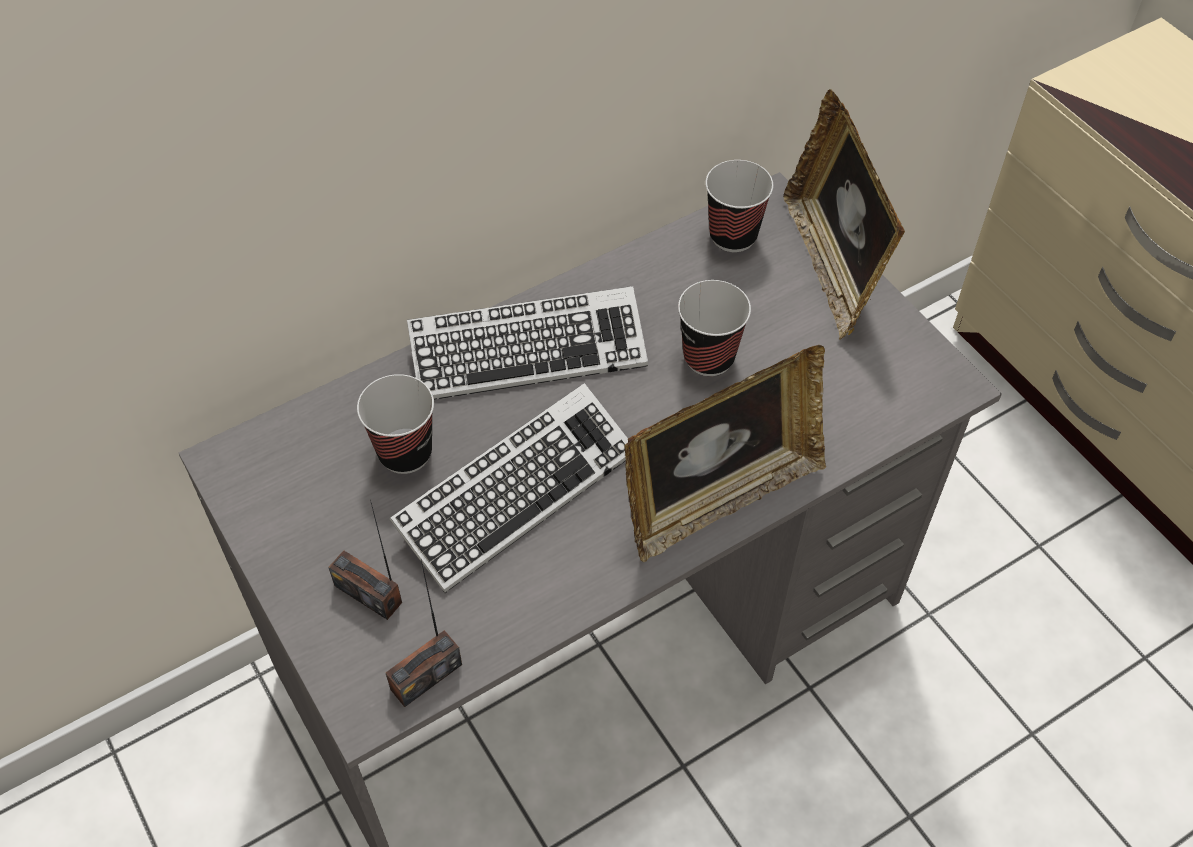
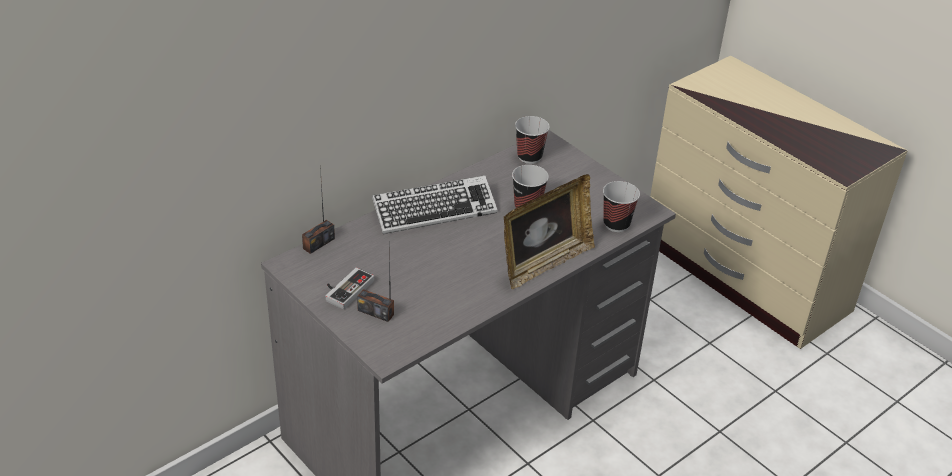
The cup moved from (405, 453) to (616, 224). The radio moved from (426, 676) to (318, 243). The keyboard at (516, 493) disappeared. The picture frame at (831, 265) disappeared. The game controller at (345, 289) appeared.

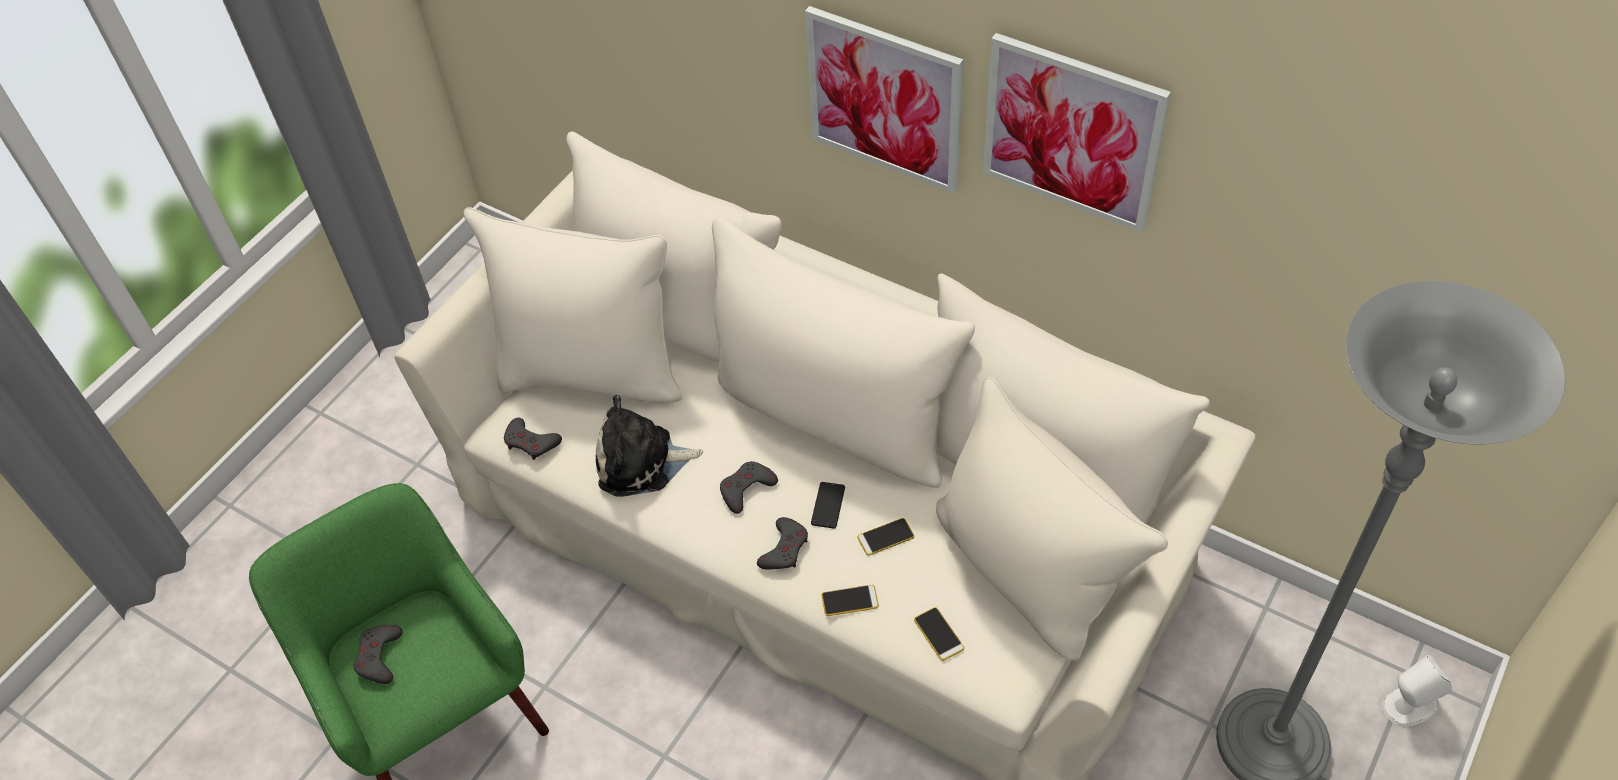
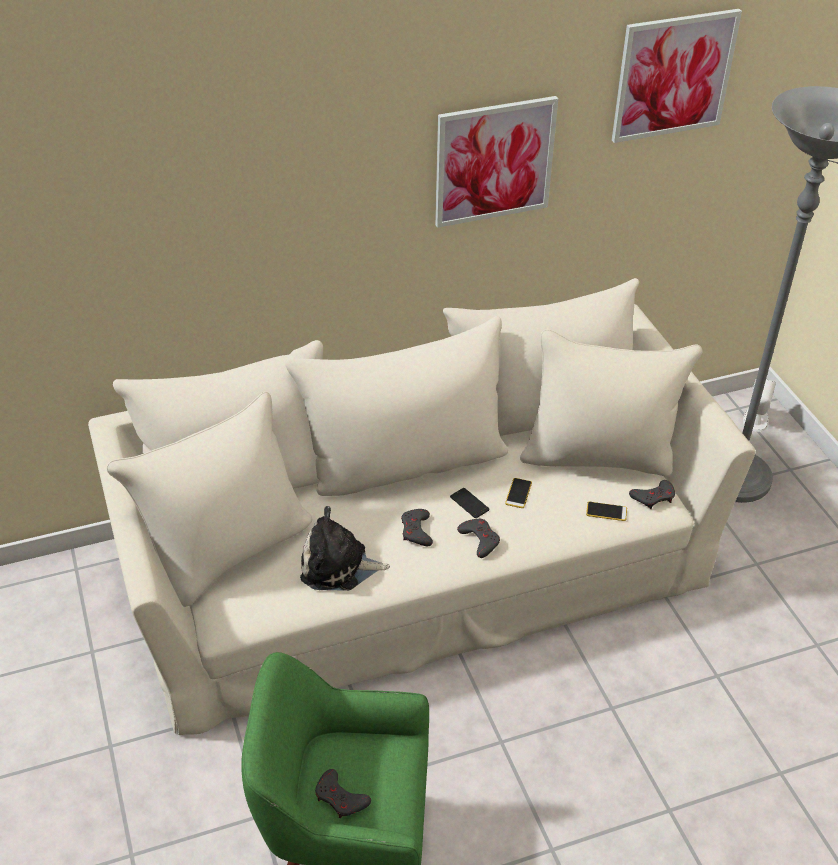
The game controller (grey) moved from (531, 442) to (653, 497). The plush toy at (641, 462) turned 60 degrees clockwise. The picture moved from (885, 99) to (673, 75). The phone at (849, 601) disappeared.

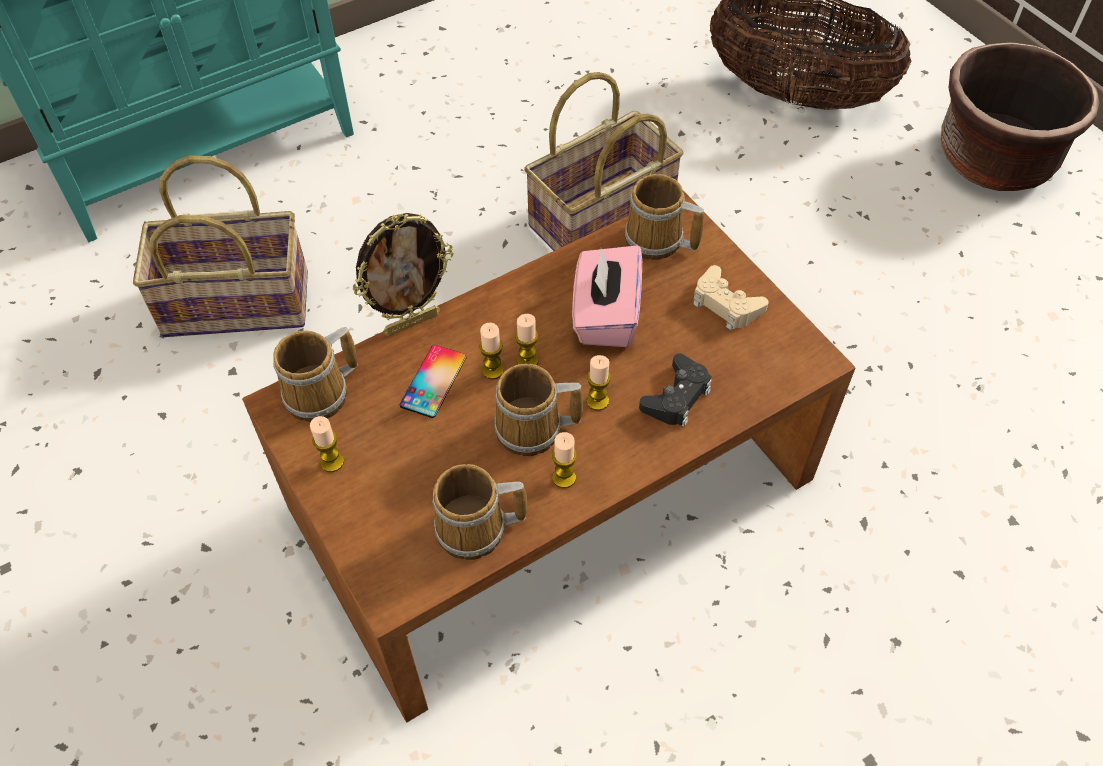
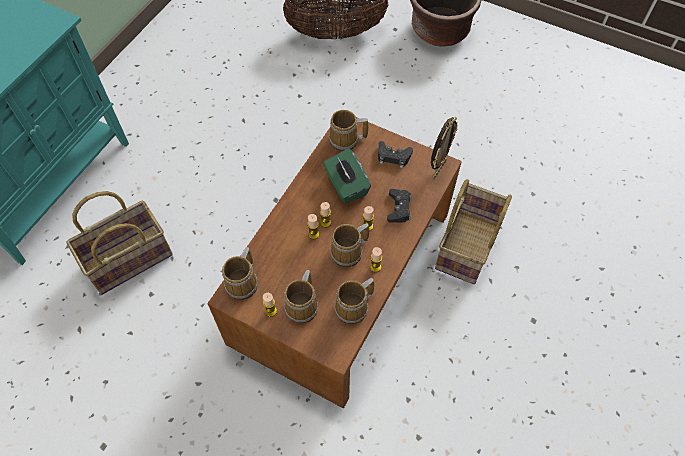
The picture frame moved from (411, 322) to (438, 169). The phone at (433, 381) disappeared. The basket moved from (602, 219) to (468, 246). The tissue box (pink) at (605, 316) became the tissue box (green) at (346, 186). The game controller (beige) at (726, 304) became the game controller (black) at (393, 157). The mug at (303, 306) appeared.

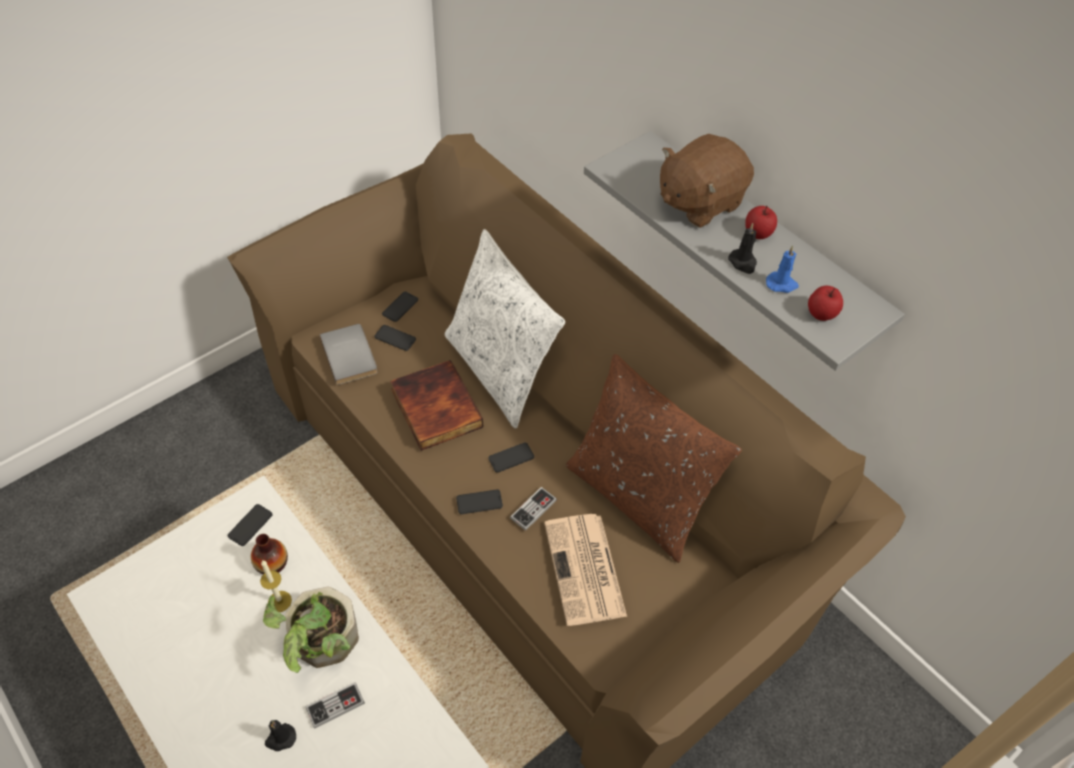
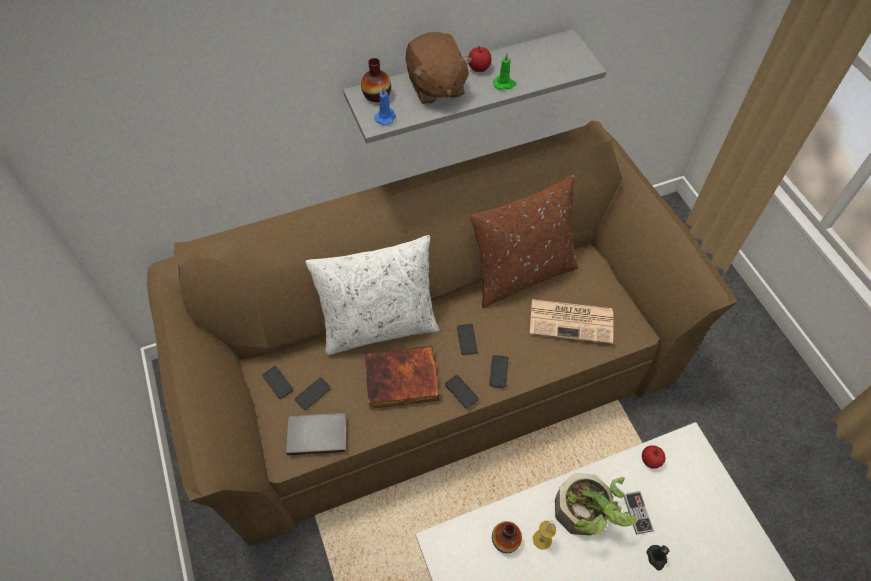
The phone moved from (250, 525) to (461, 391). The game controller at (533, 509) disappeared. The candle (black) at (743, 263) became the candle (green) at (504, 84). The candle (blue) moved from (782, 284) to (385, 117). The apple moved from (821, 313) to (650, 460). The vase at (377, 95) appeared.

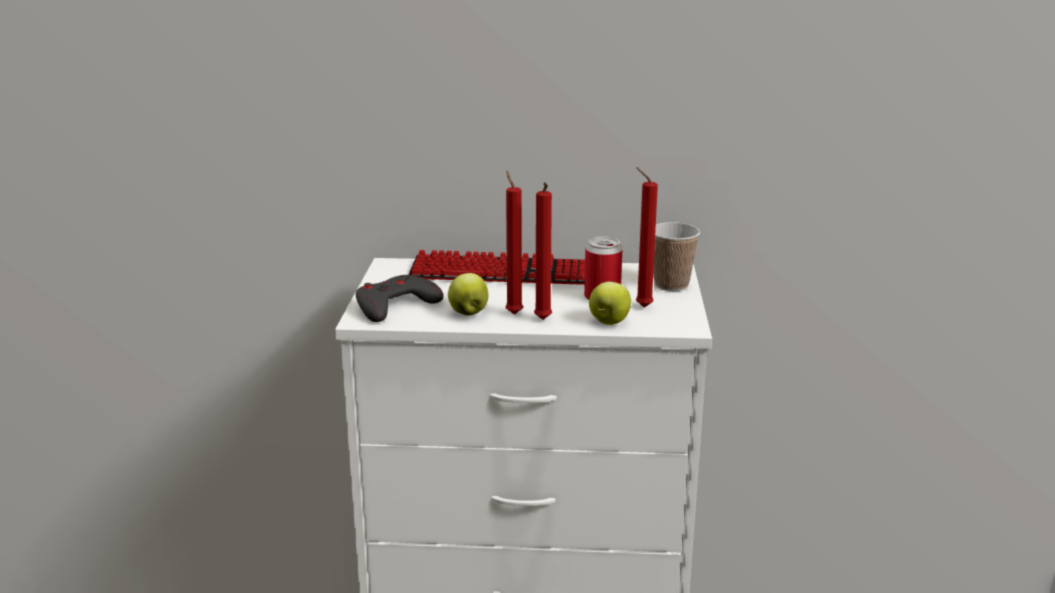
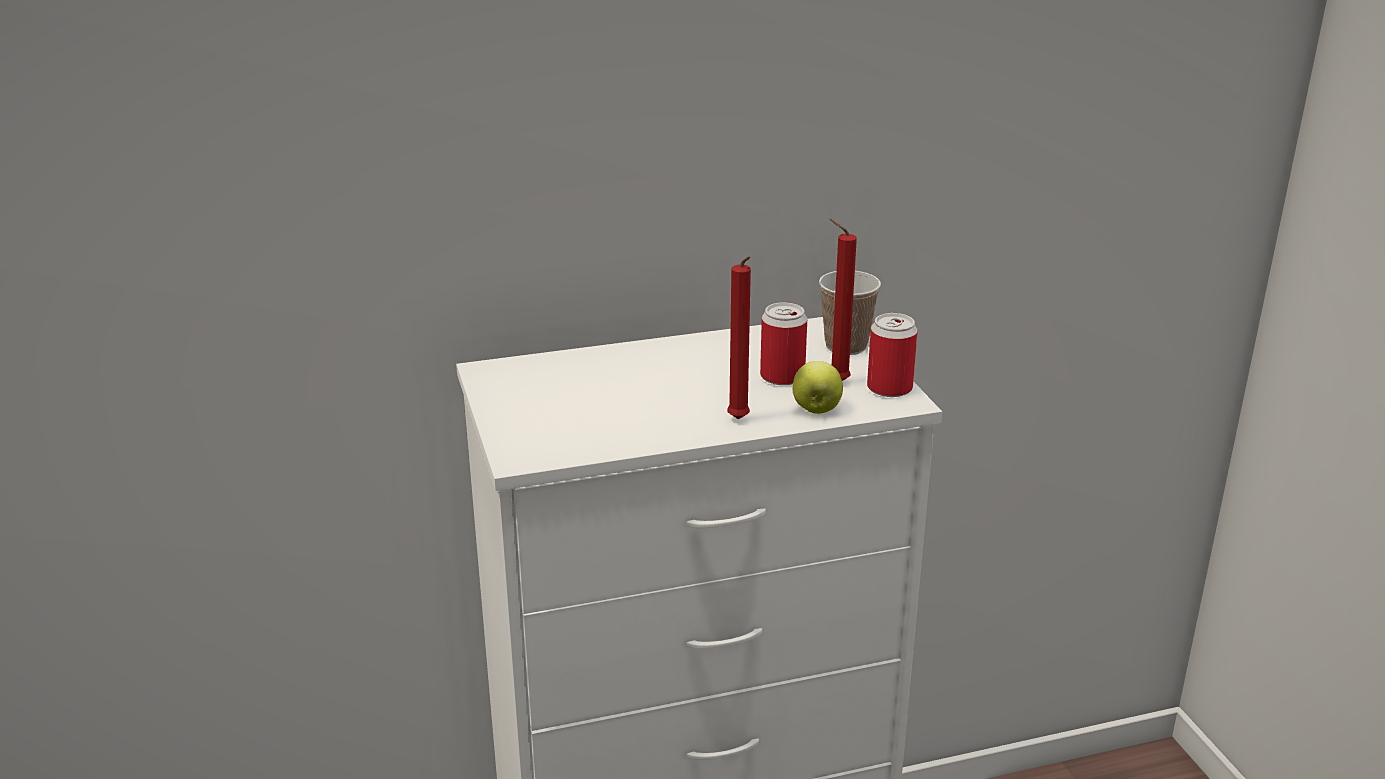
The game controller (grey) at (395, 306) disappeared. The keyboard at (499, 273) disappeared. The apple at (468, 313) disappeared. The candle (red) at (513, 313) disappeared. The can at (889, 388) appeared.

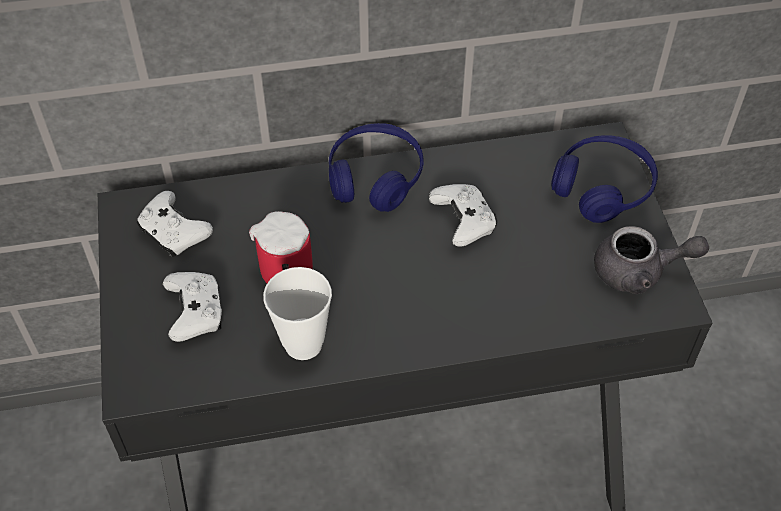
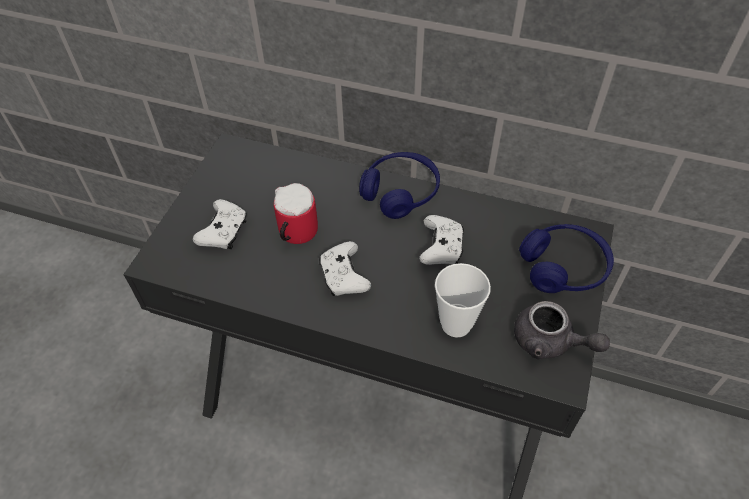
The game controller (white) moved from (174, 233) to (344, 276). The cup moved from (303, 344) to (456, 324).

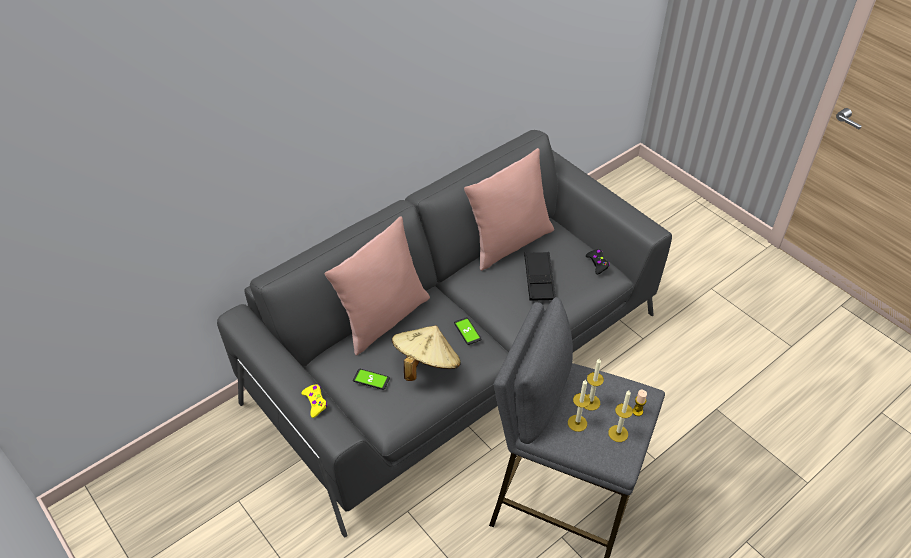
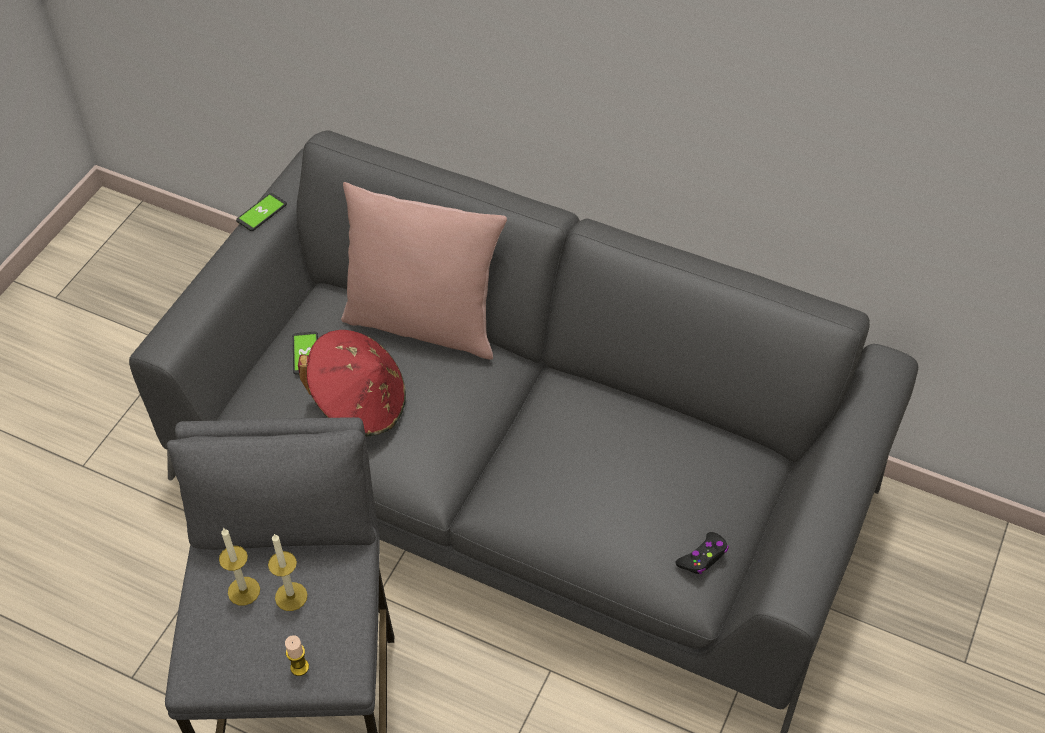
The game controller (yellow) at (315, 402) disappeared. The hat (beige) at (426, 365) became the hat (red) at (359, 403). The phone moved from (467, 331) to (261, 213). The pillow (pink) at (508, 243) disappeared. The tray (black) at (539, 279) disappeared. The candle at (618, 433) disappeared.

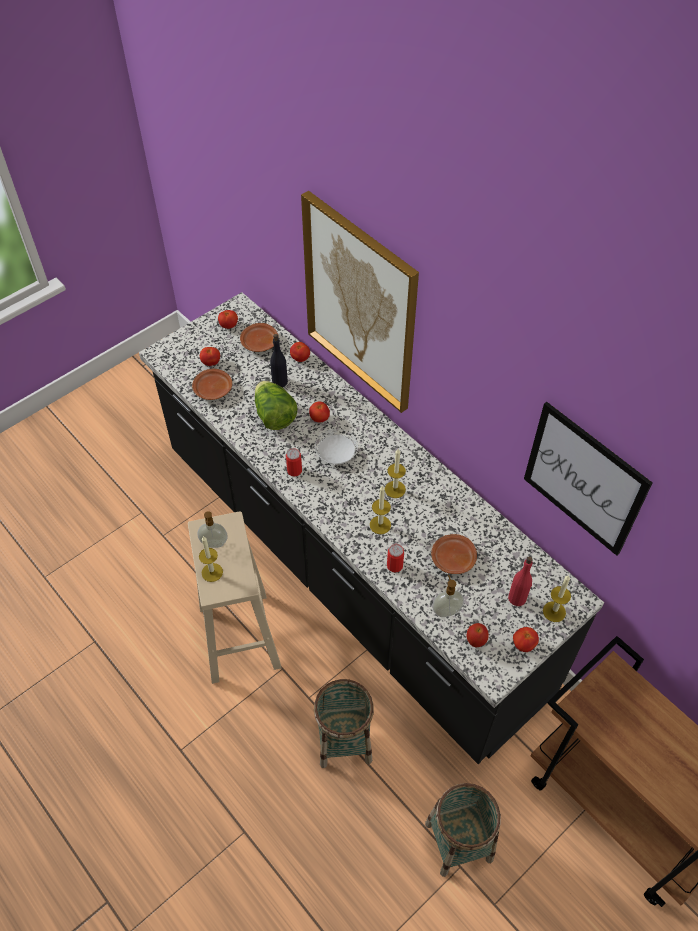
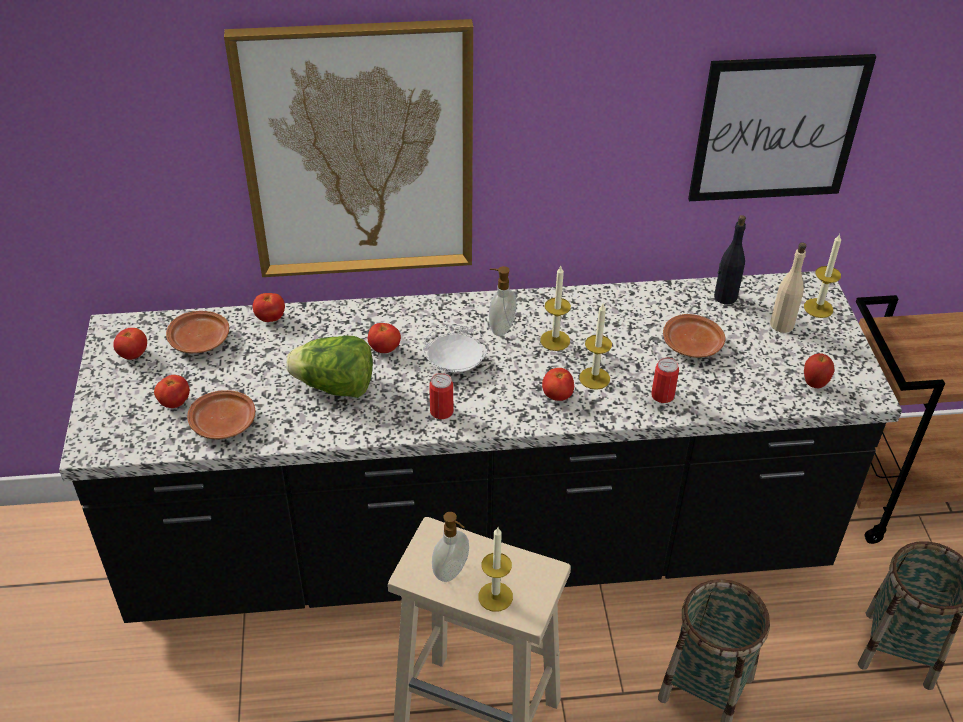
The bottle (black) moved from (279, 382) to (725, 297). The soap dispenser moved from (446, 610) to (500, 327). The bottle (red) at (517, 598) became the bottle (beige) at (782, 324). The tomato moved from (523, 644) to (557, 395).

